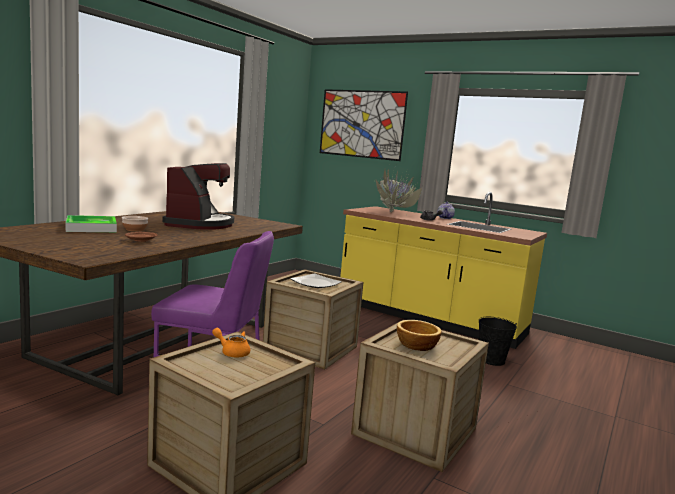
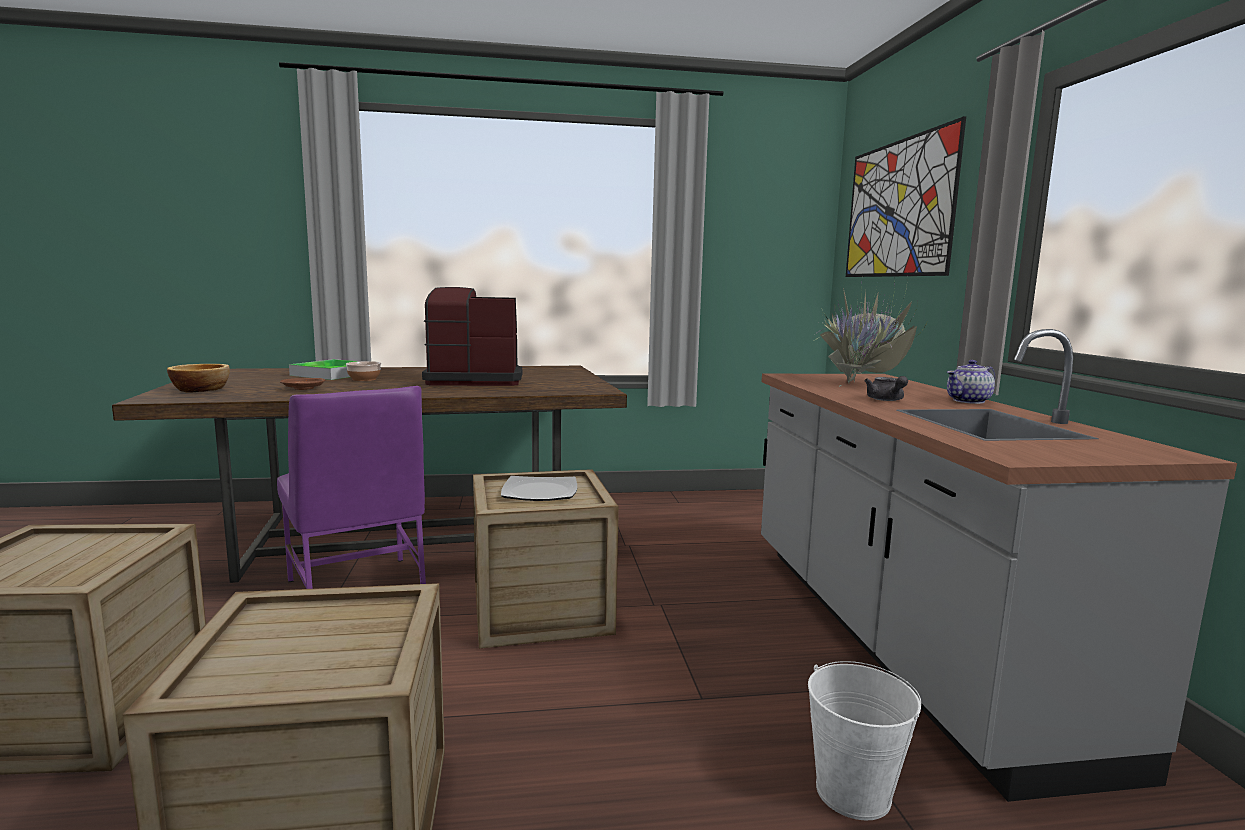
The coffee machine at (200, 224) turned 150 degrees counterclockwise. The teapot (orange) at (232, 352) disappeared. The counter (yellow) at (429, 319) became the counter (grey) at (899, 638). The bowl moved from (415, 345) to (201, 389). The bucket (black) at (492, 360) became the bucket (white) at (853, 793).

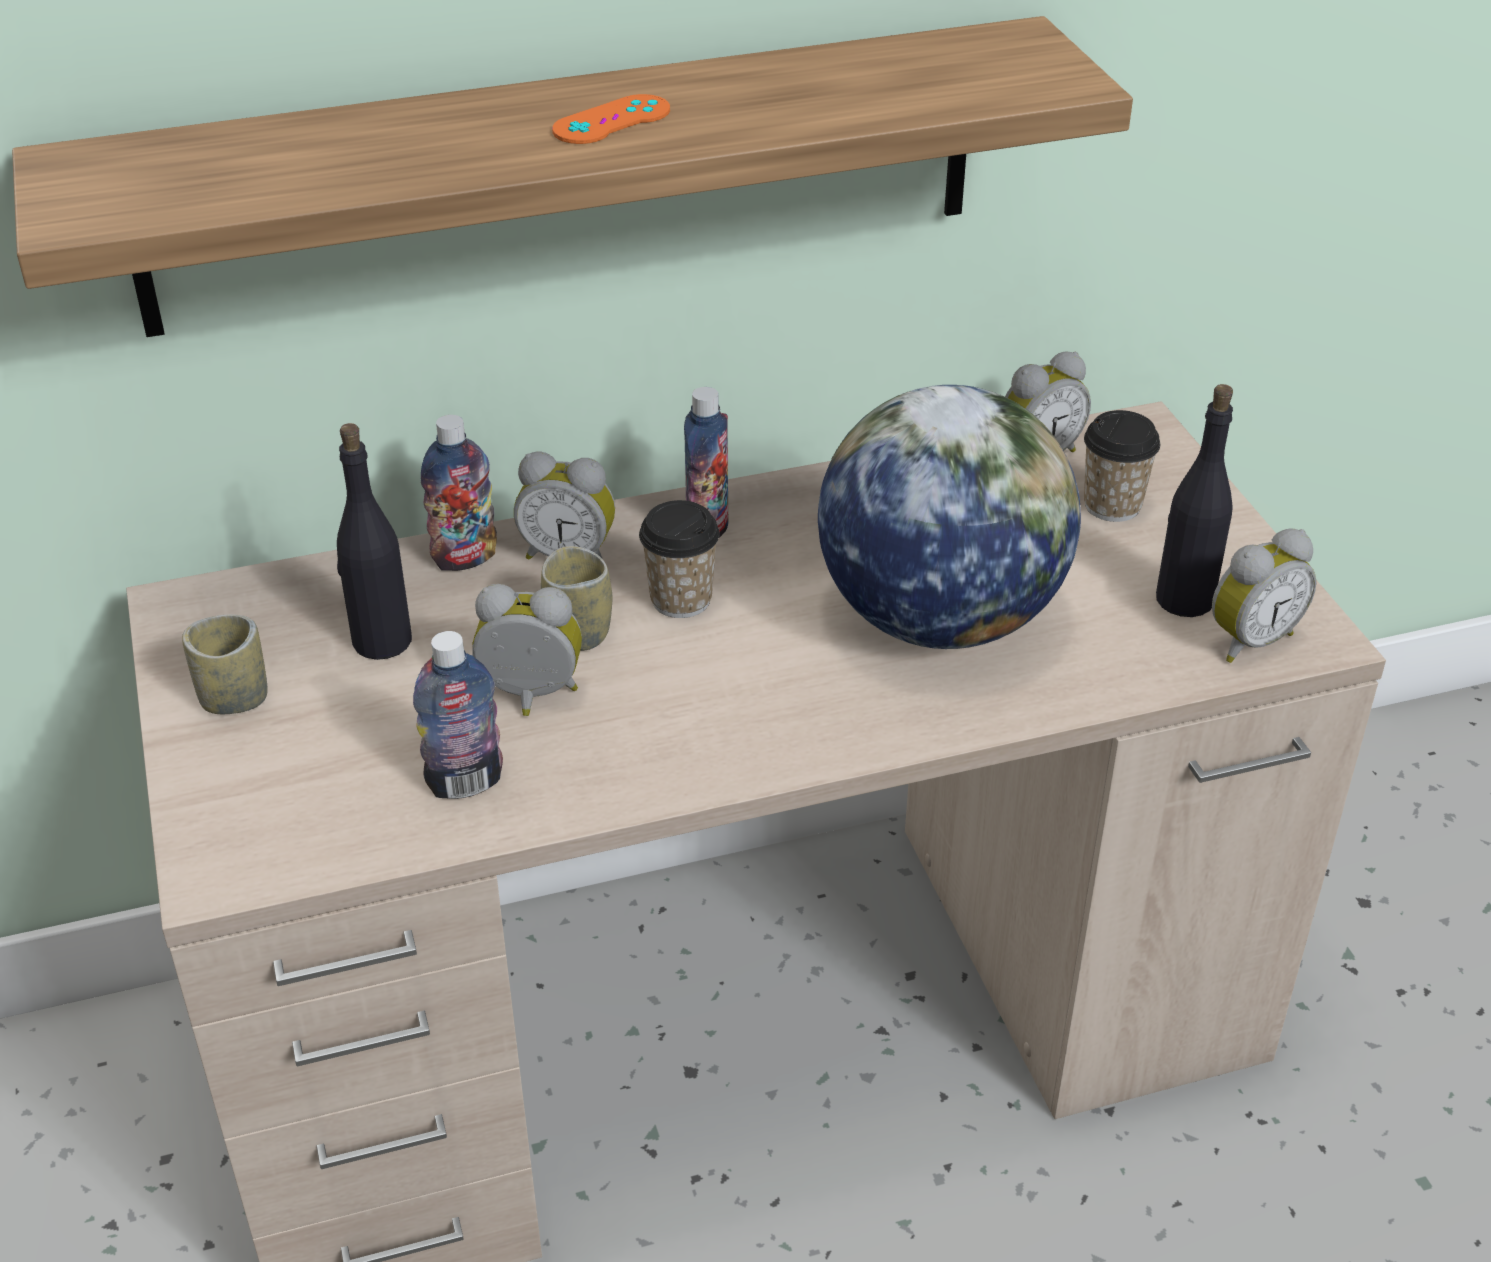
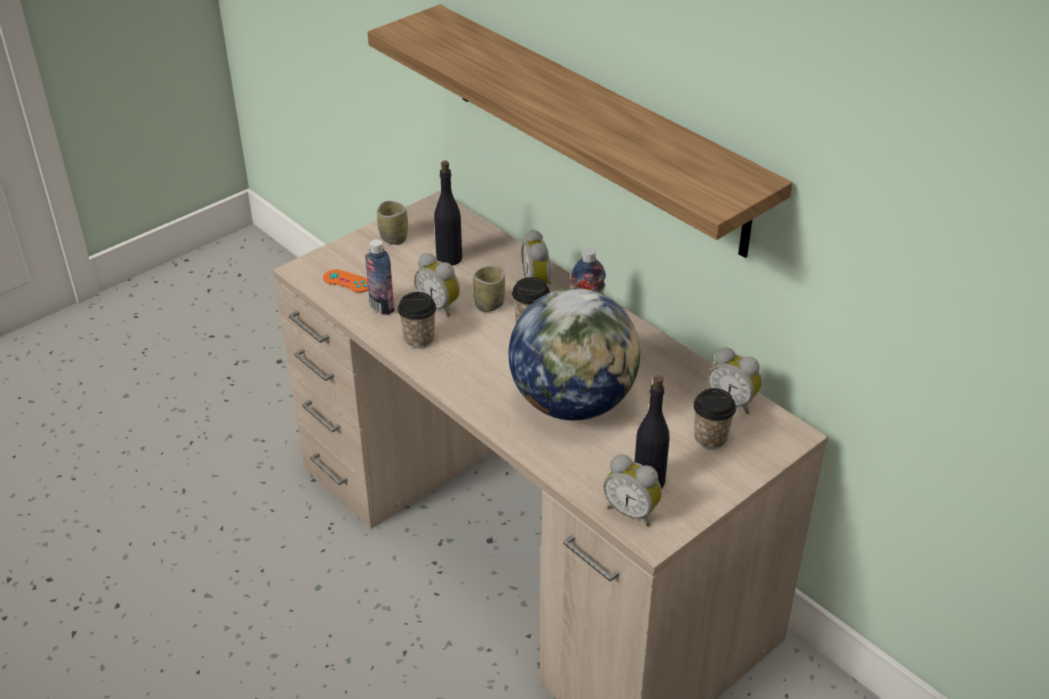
The bottle at (465, 558) disappeared. The alarm clock at (530, 698) turned 150 degrees clockwise. The game controller (orange) moved from (611, 120) to (347, 281). The cup at (419, 339) appeared.

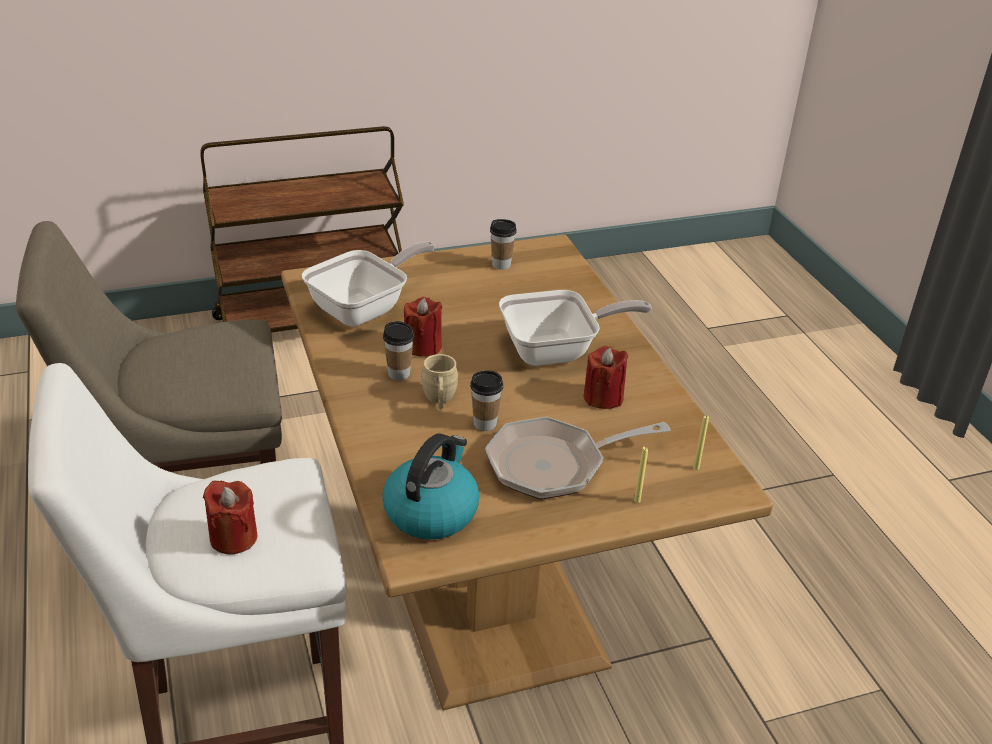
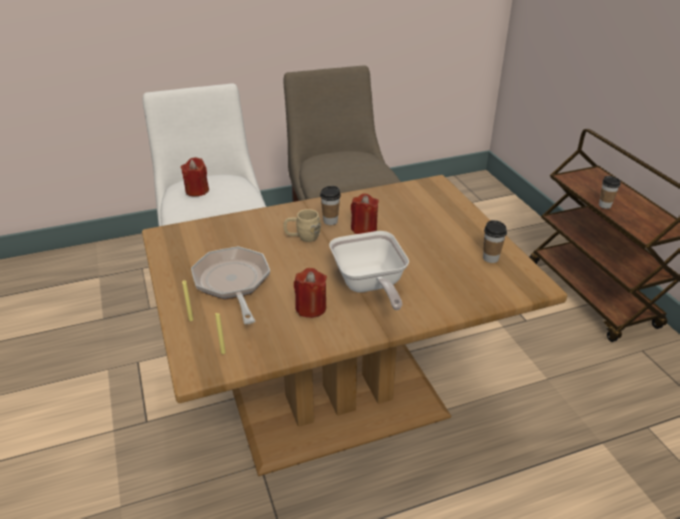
The frying pan at (365, 309) disappeared. The kettle at (431, 511) disappeared. The cup moved from (485, 424) to (604, 205).

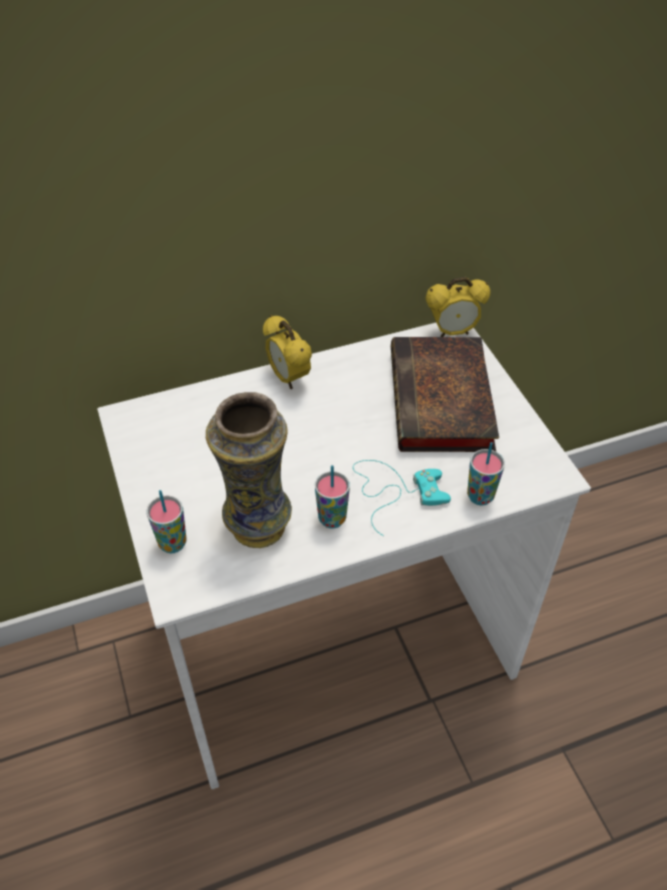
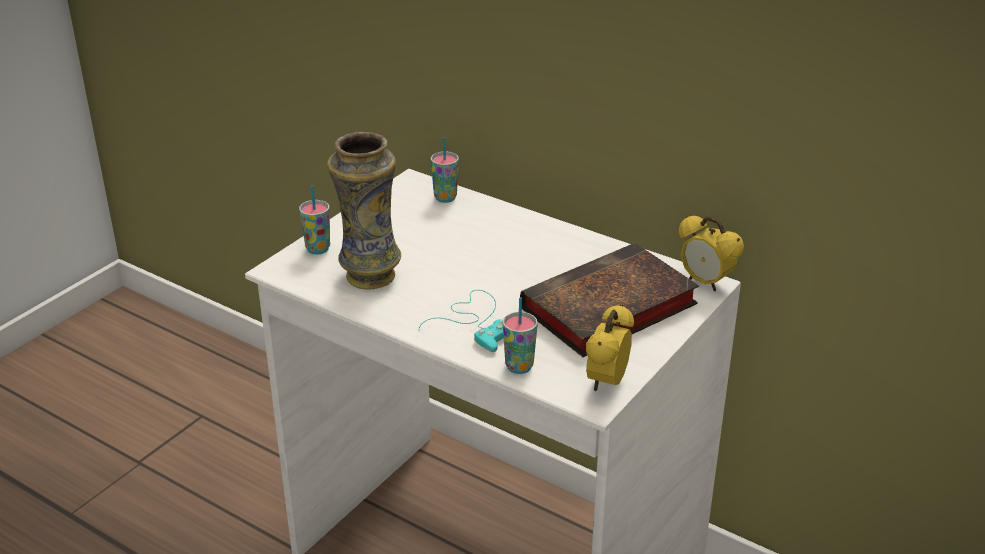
The alarm clock moved from (288, 378) to (607, 382). The cup moved from (332, 519) to (445, 198).

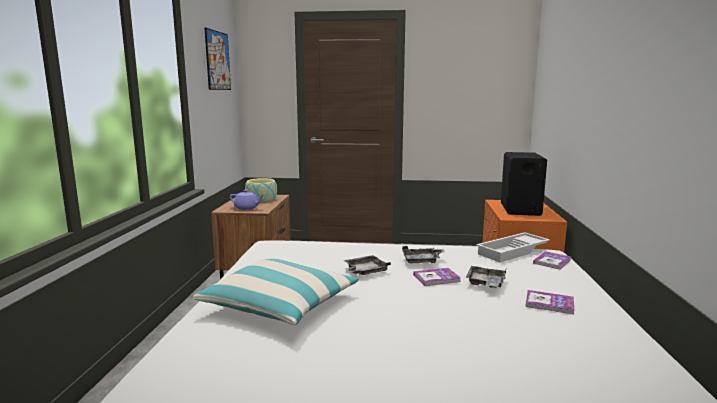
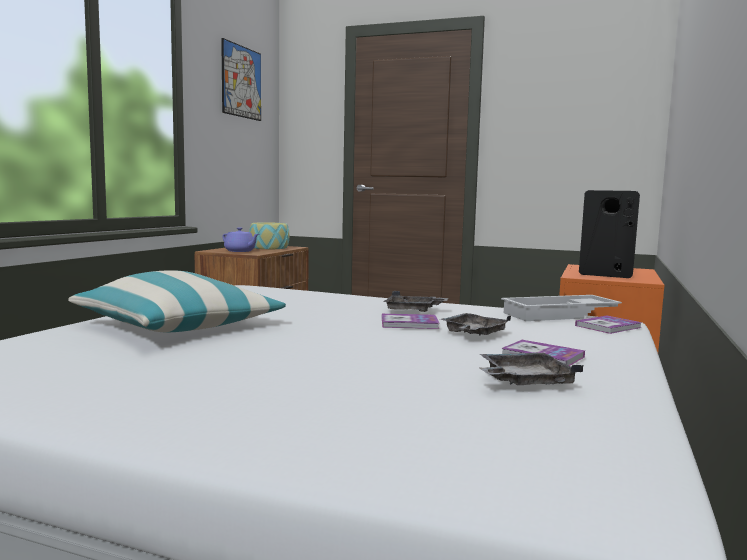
The tray (grey) moved from (365, 271) to (524, 382).

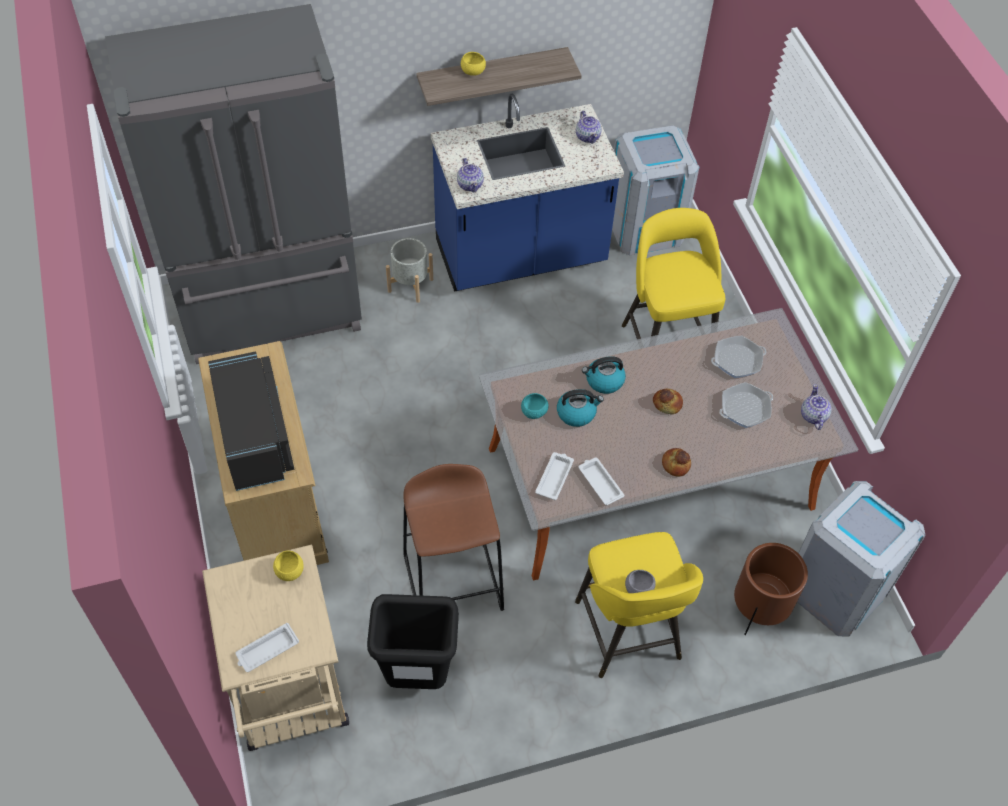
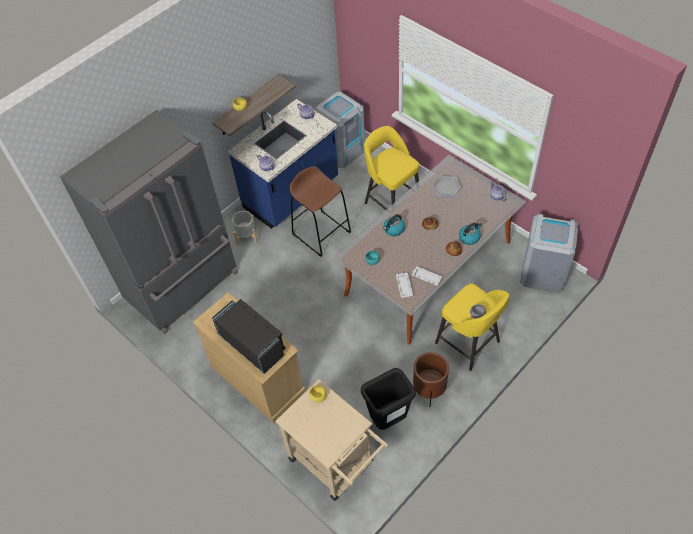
The tray (white) at (266, 650) disappeared. The stool (brown) moved from (453, 581) to (321, 233). The kettle moved from (577, 413) to (469, 237). The frying pan at (745, 408) disappeared. The planter (brown) moved from (758, 611) to (429, 391).

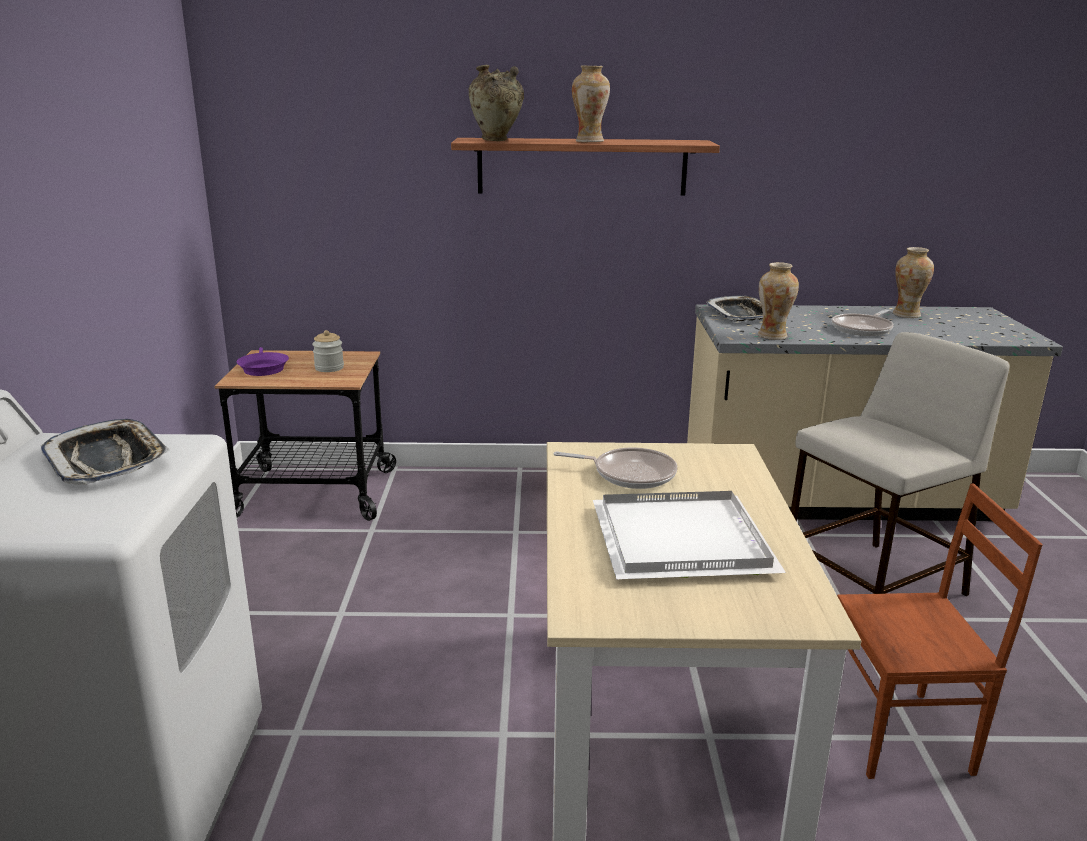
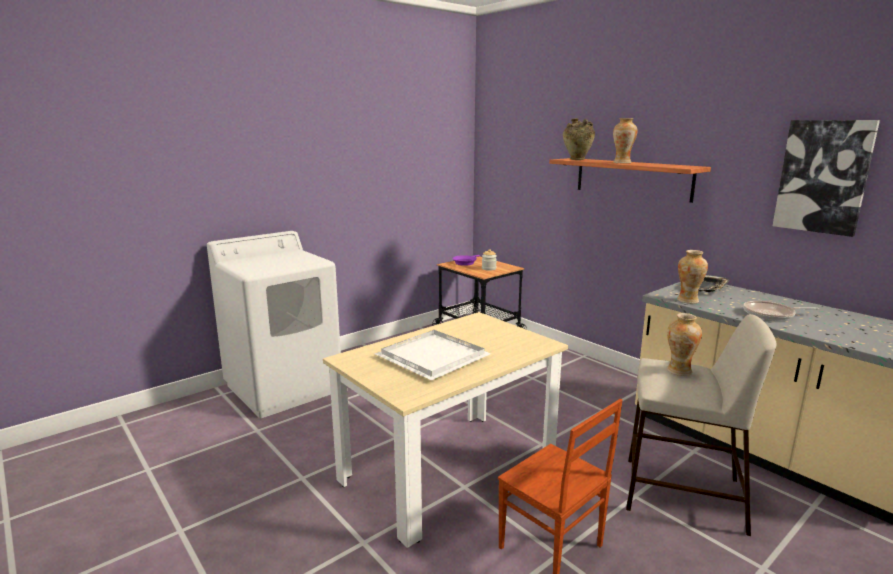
The tray at (108, 460) disappeared. The frying pan at (629, 474) disappeared. The vase moved from (906, 315) to (679, 371). The picture at (823, 176) appeared.

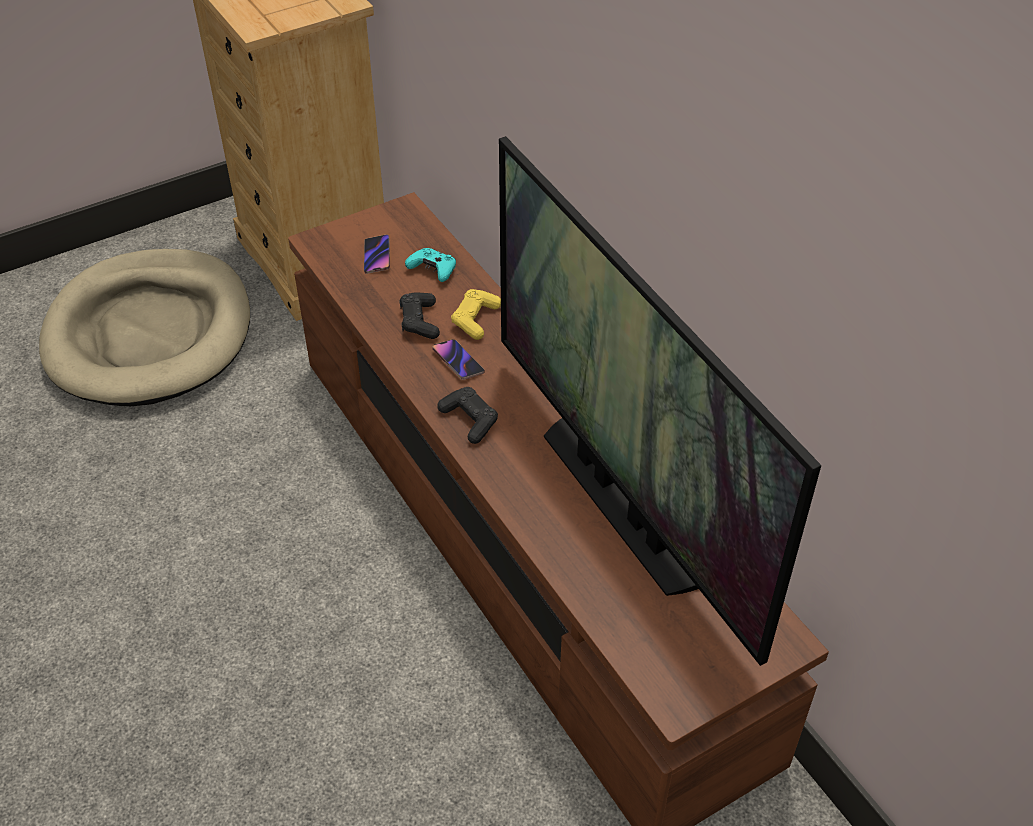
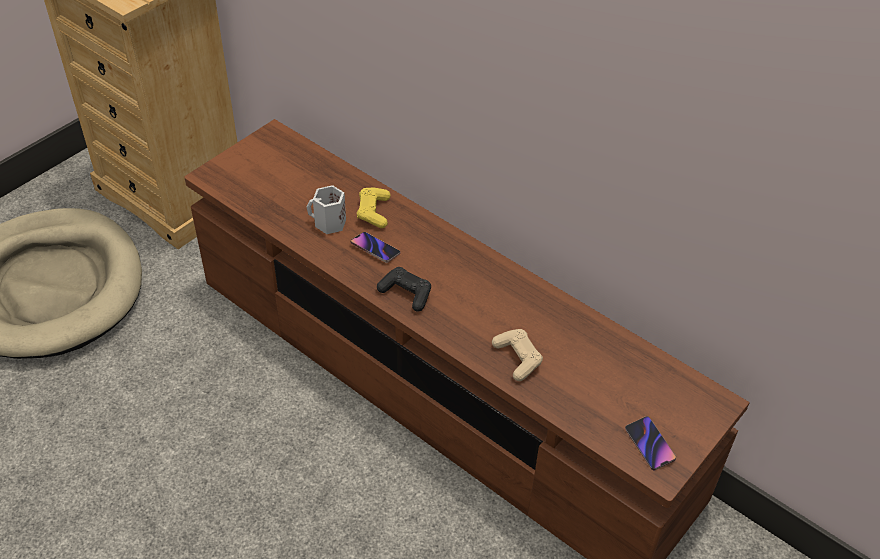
The phone moved from (377, 256) to (649, 445). The game controller (black) at (419, 321) was replaced by the mug (white) at (329, 223). The game controller (turquoise) at (433, 270) disappeared. The television at (623, 502) disappeared. The game controller (beige) at (517, 358) appeared.

